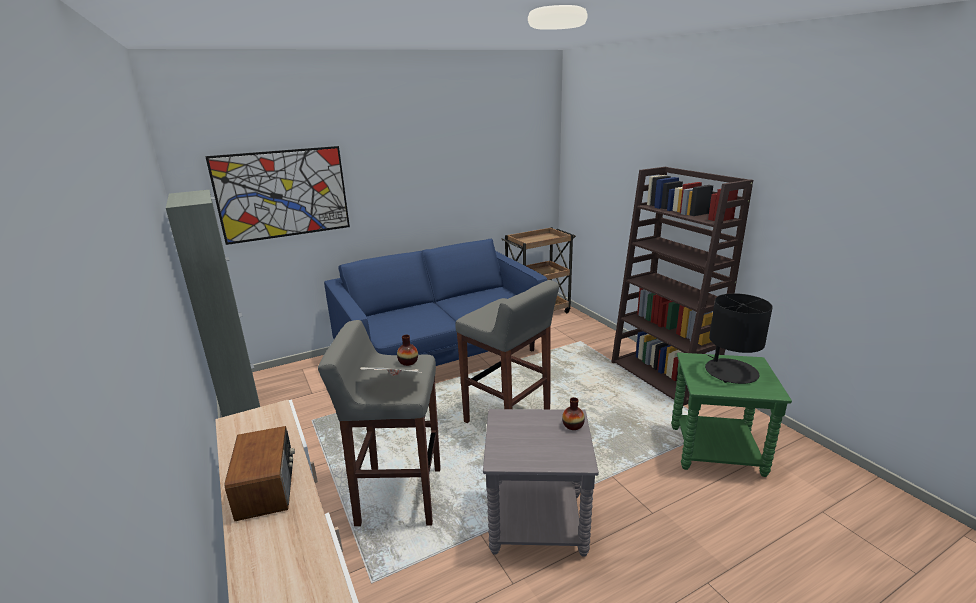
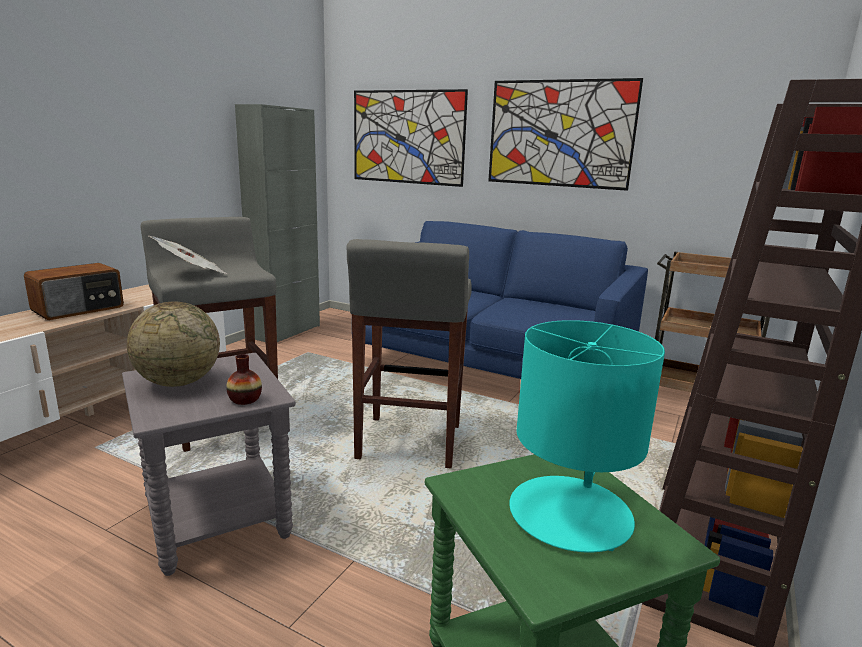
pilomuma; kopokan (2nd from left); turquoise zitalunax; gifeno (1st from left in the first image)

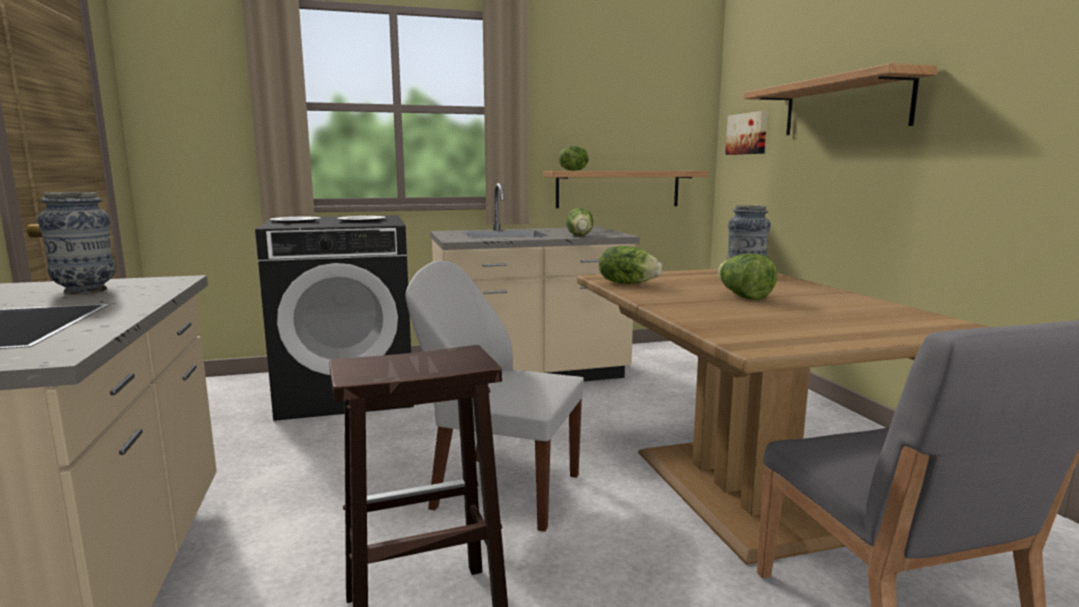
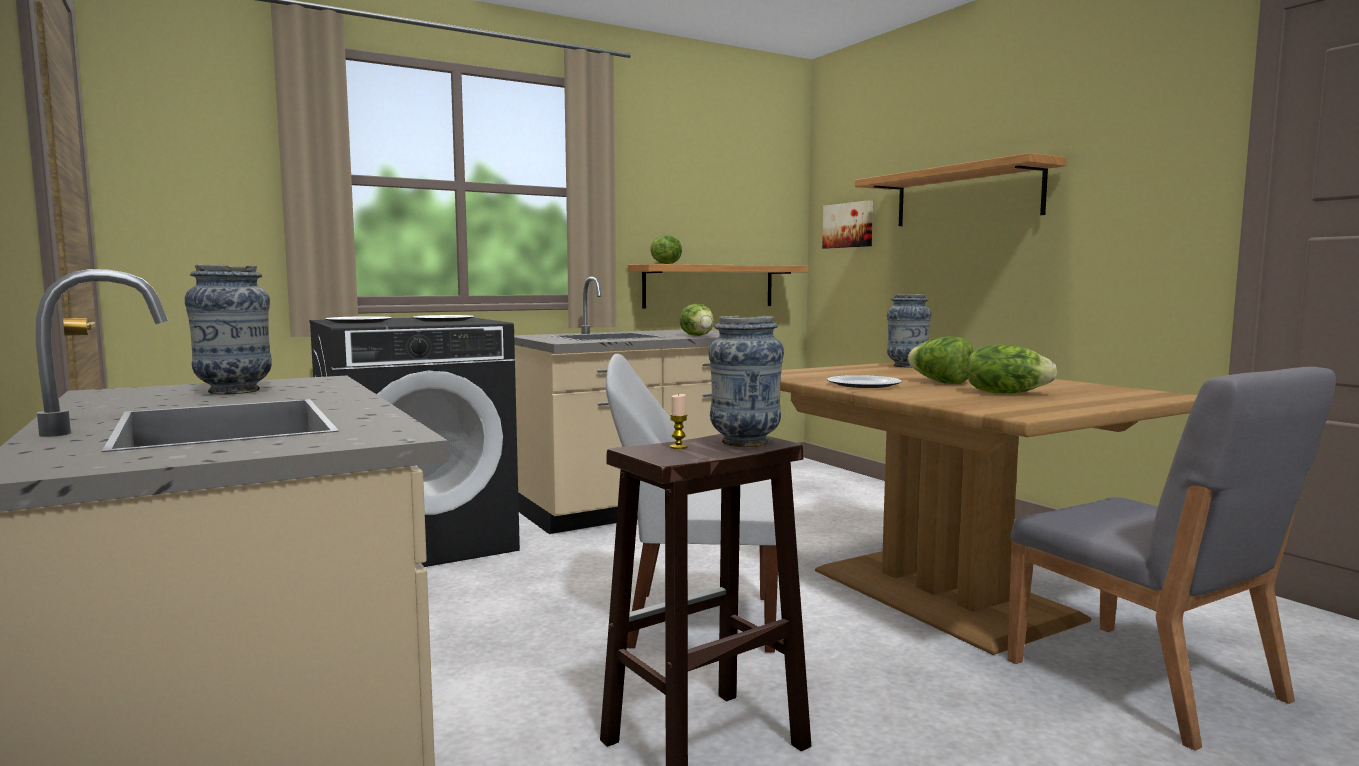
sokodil; gifeno (2nd from left); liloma (3rd from left); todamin (4th from left)

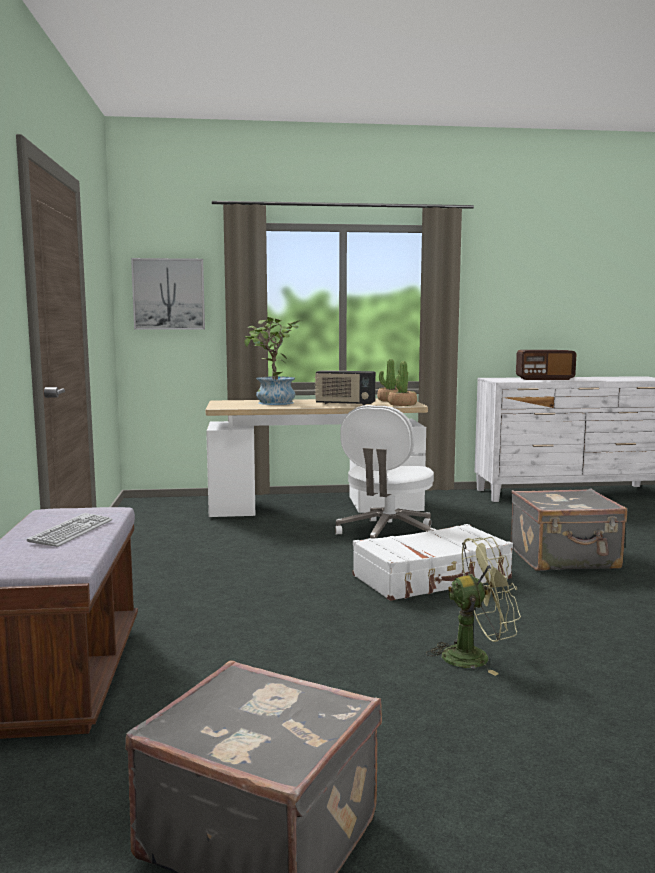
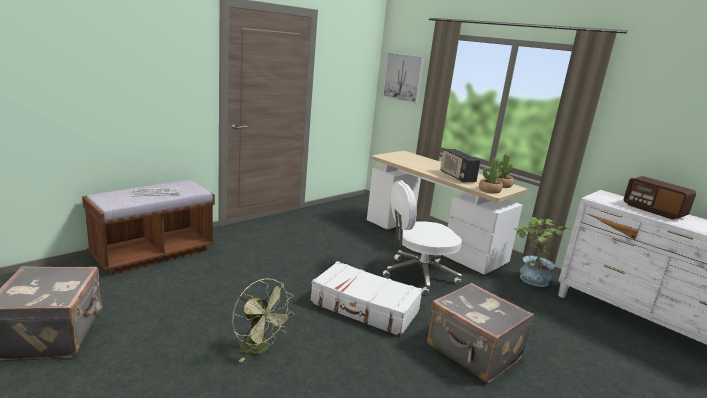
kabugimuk (3rd from left)

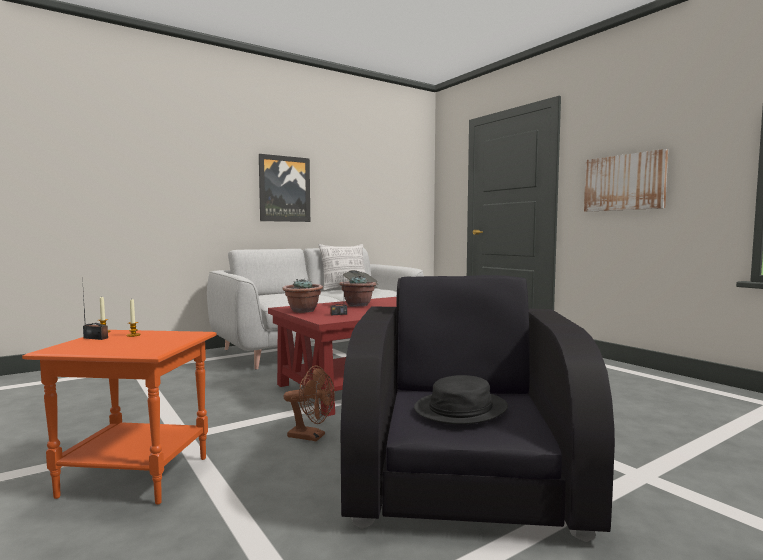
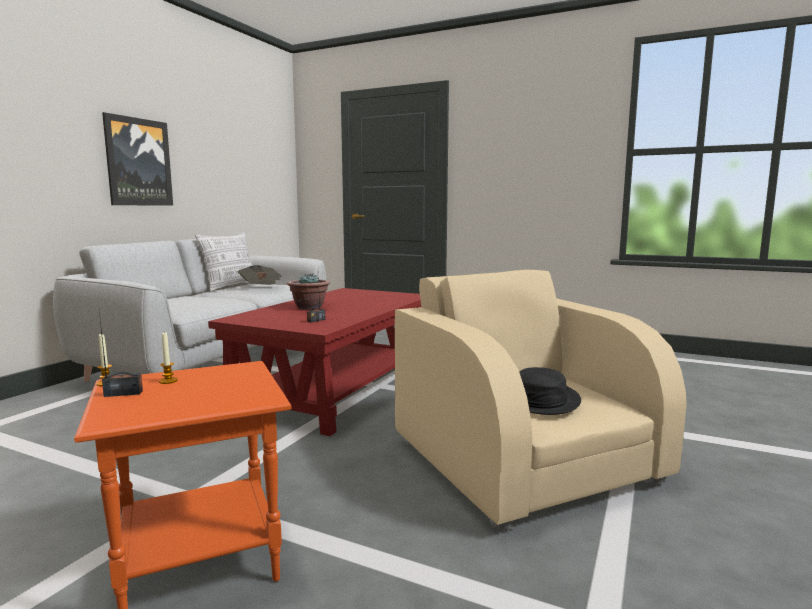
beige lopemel; kabugimuk (1st from left in the first image); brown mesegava; kopokan (2nd from left in the first image)

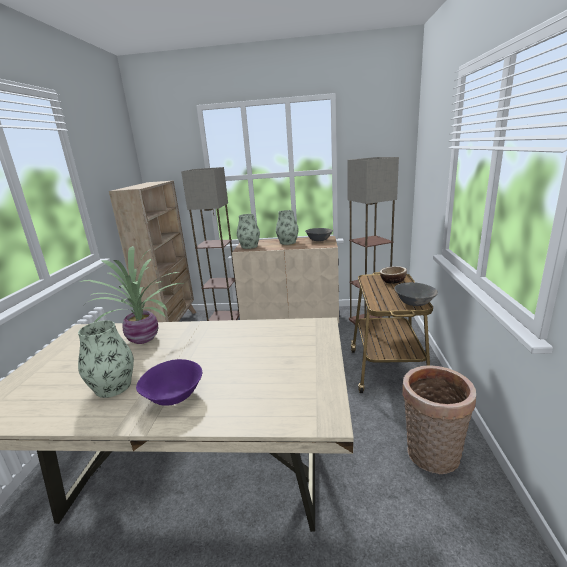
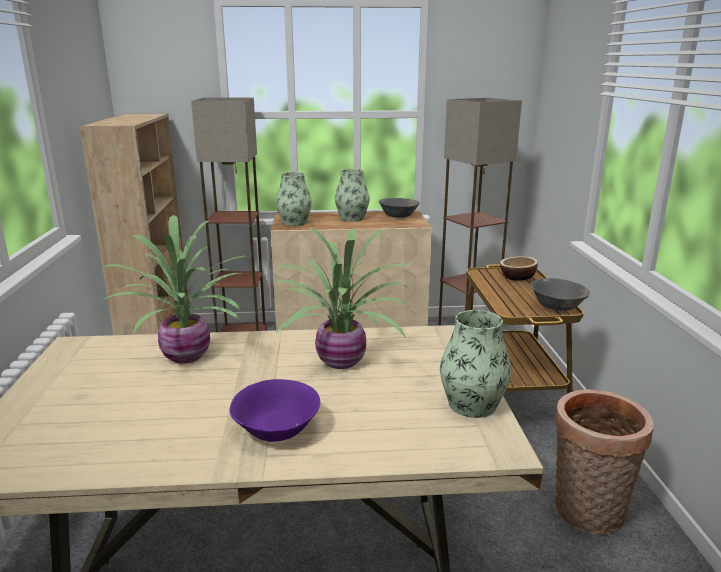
kabugimuk (2nd from left); gifeno (3rd from left)

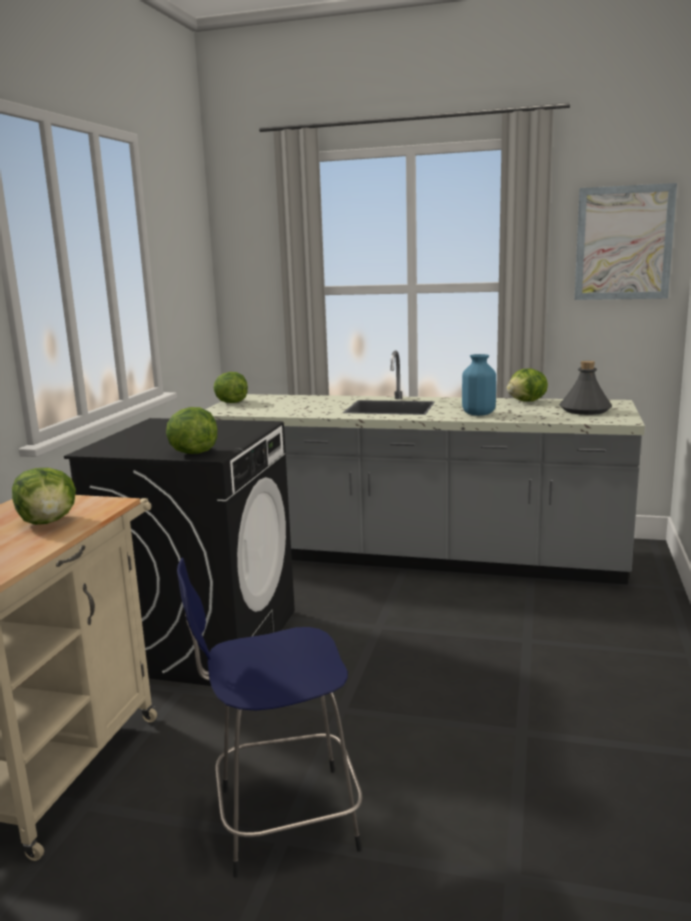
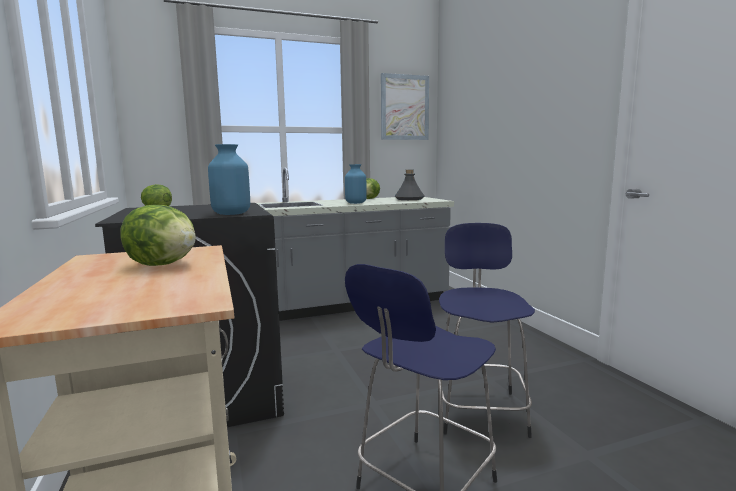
blue gifeno (1st from left); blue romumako (2nd from left)

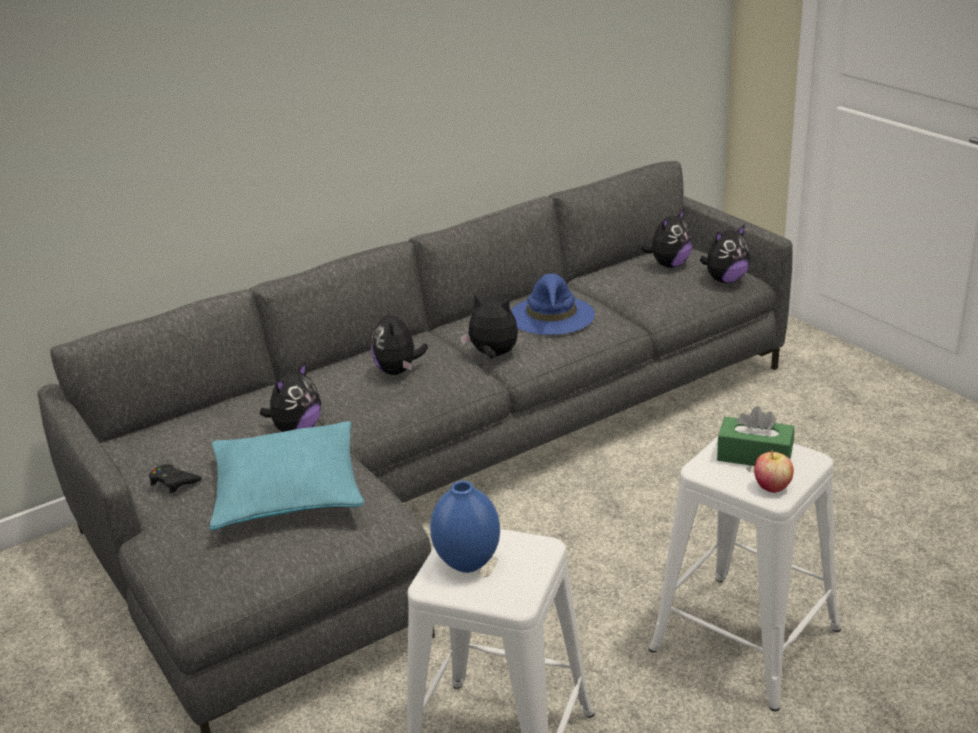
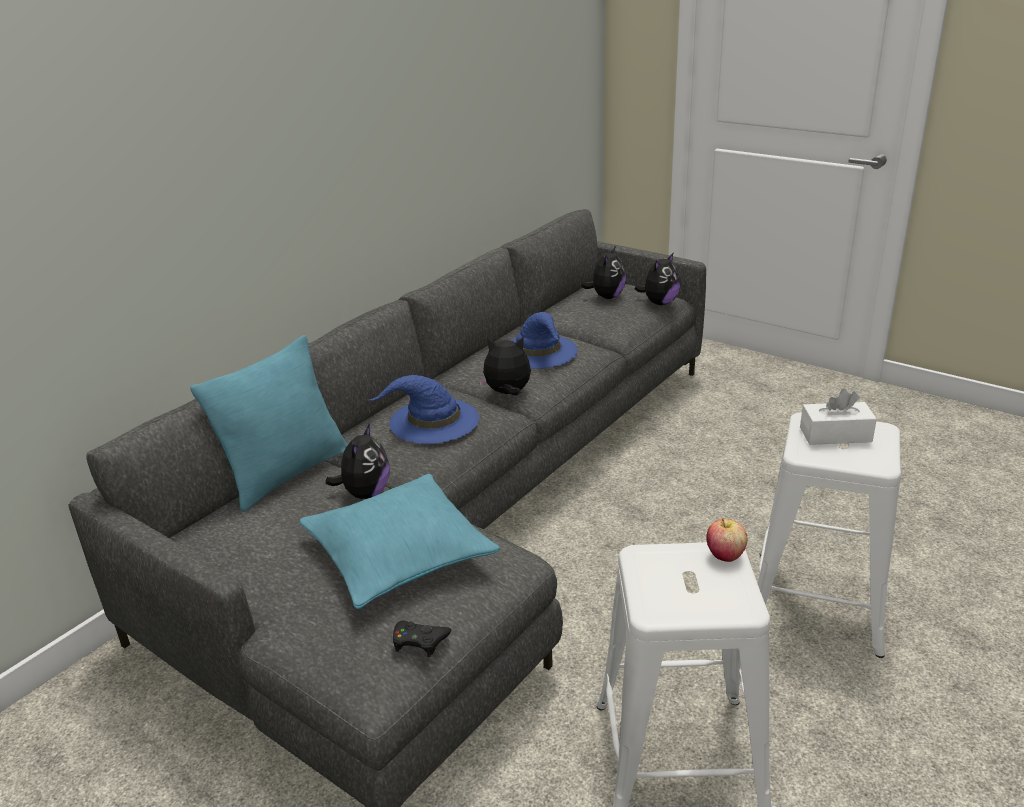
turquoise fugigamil (1st from left); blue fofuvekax (1st from left); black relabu; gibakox; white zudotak; blue gifeno

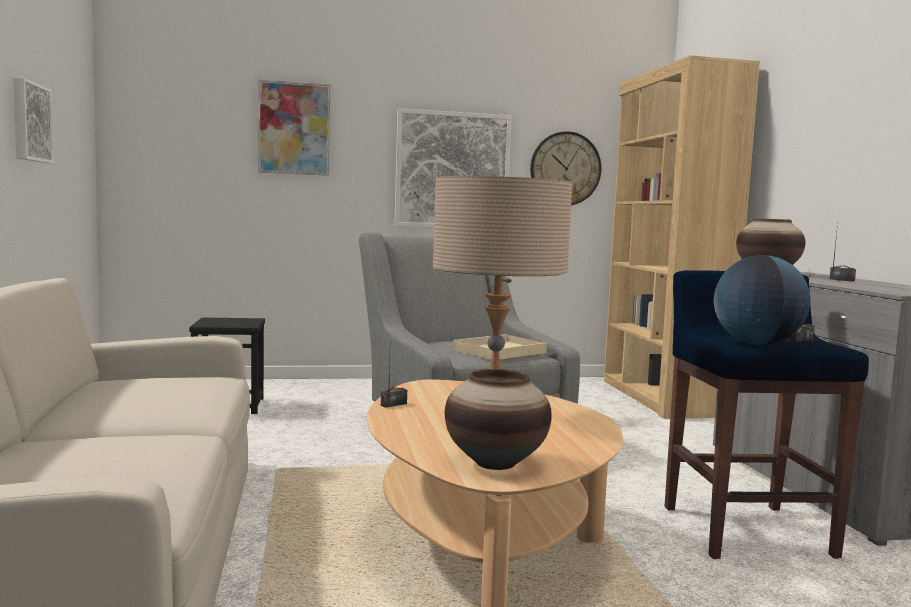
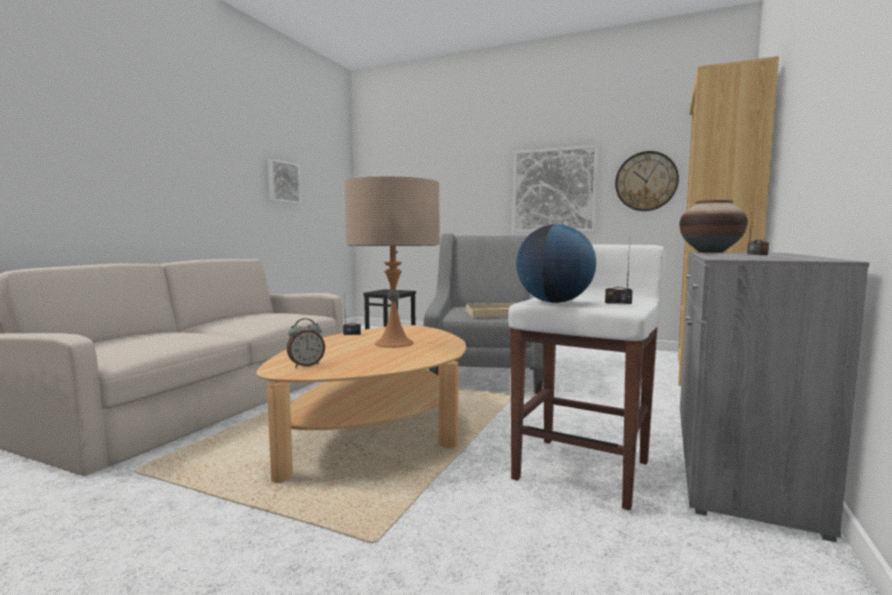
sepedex; white romumako; kopokan (2nd from left in the first image)

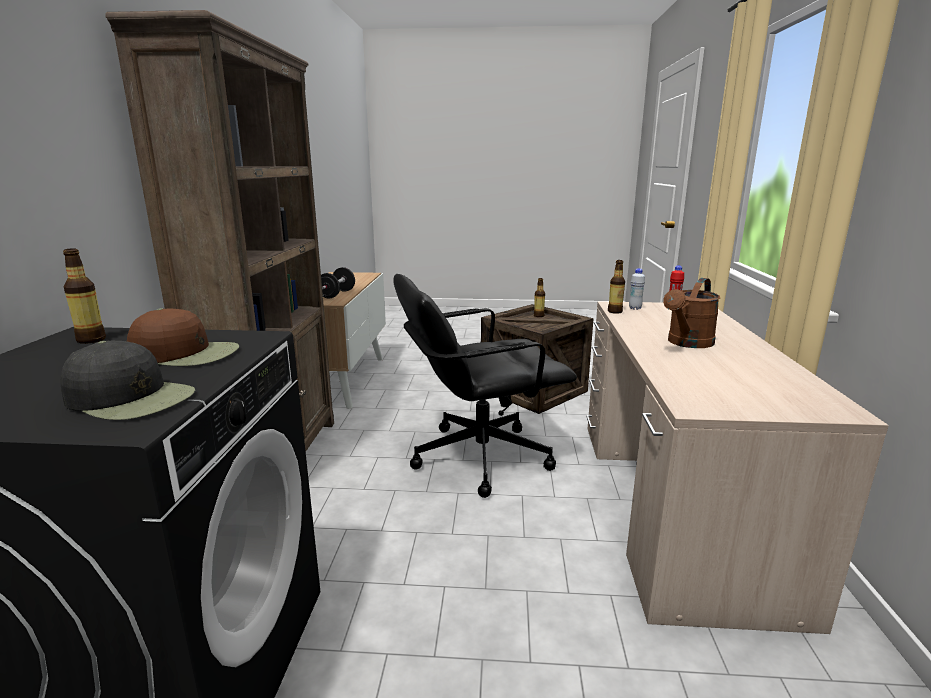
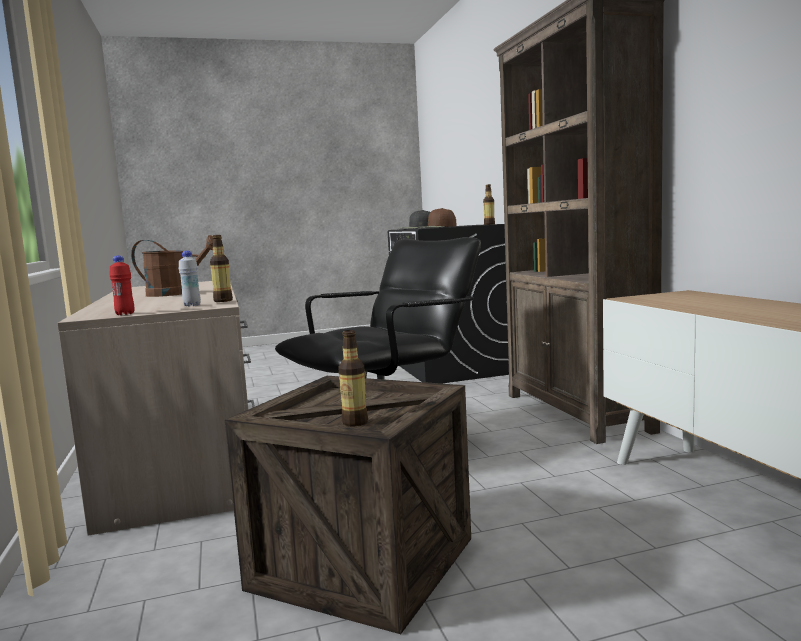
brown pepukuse; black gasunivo

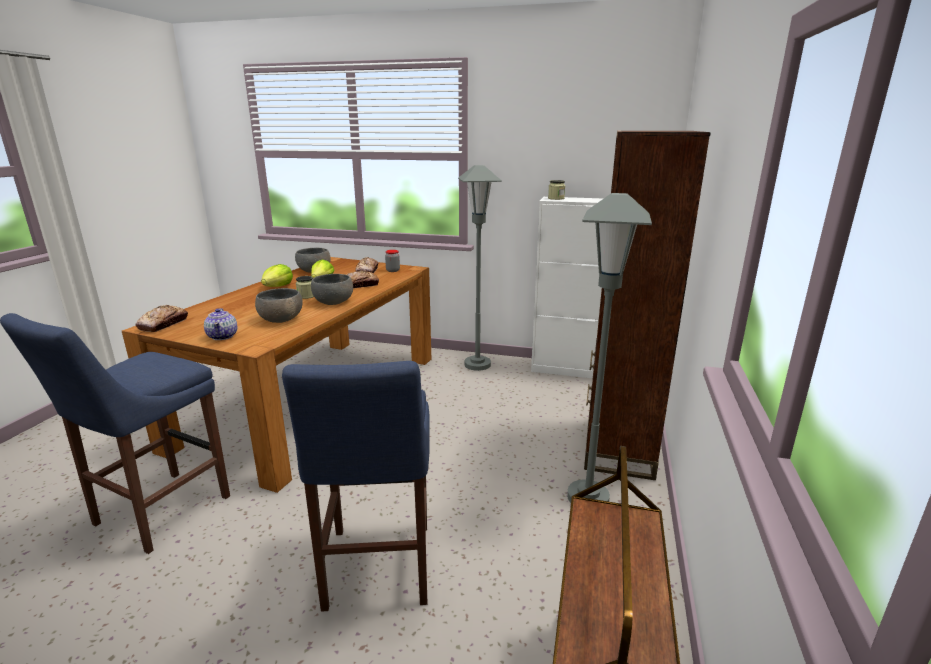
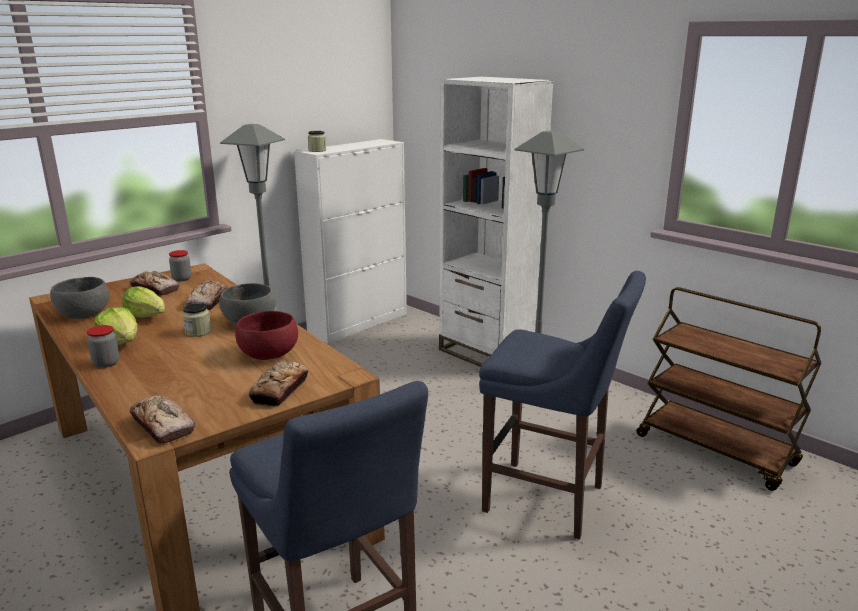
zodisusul (1st from left); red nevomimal; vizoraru (4th from left); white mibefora

